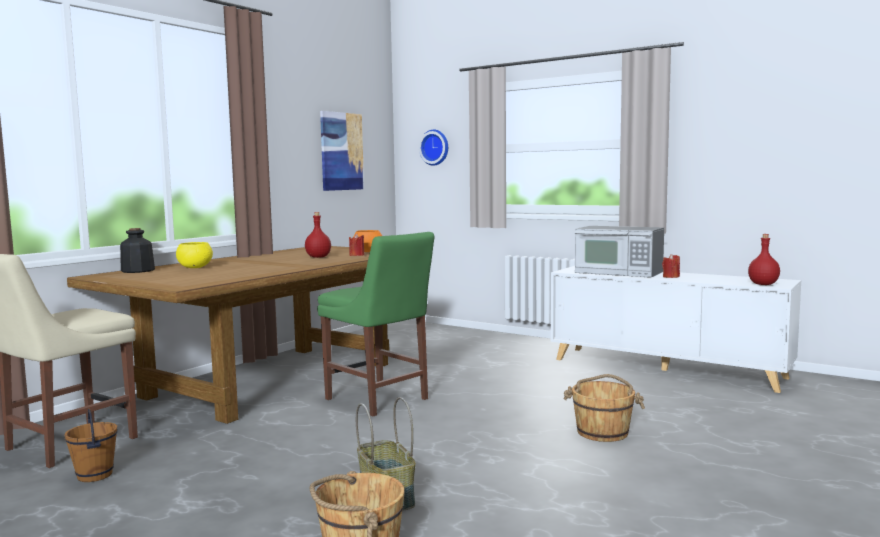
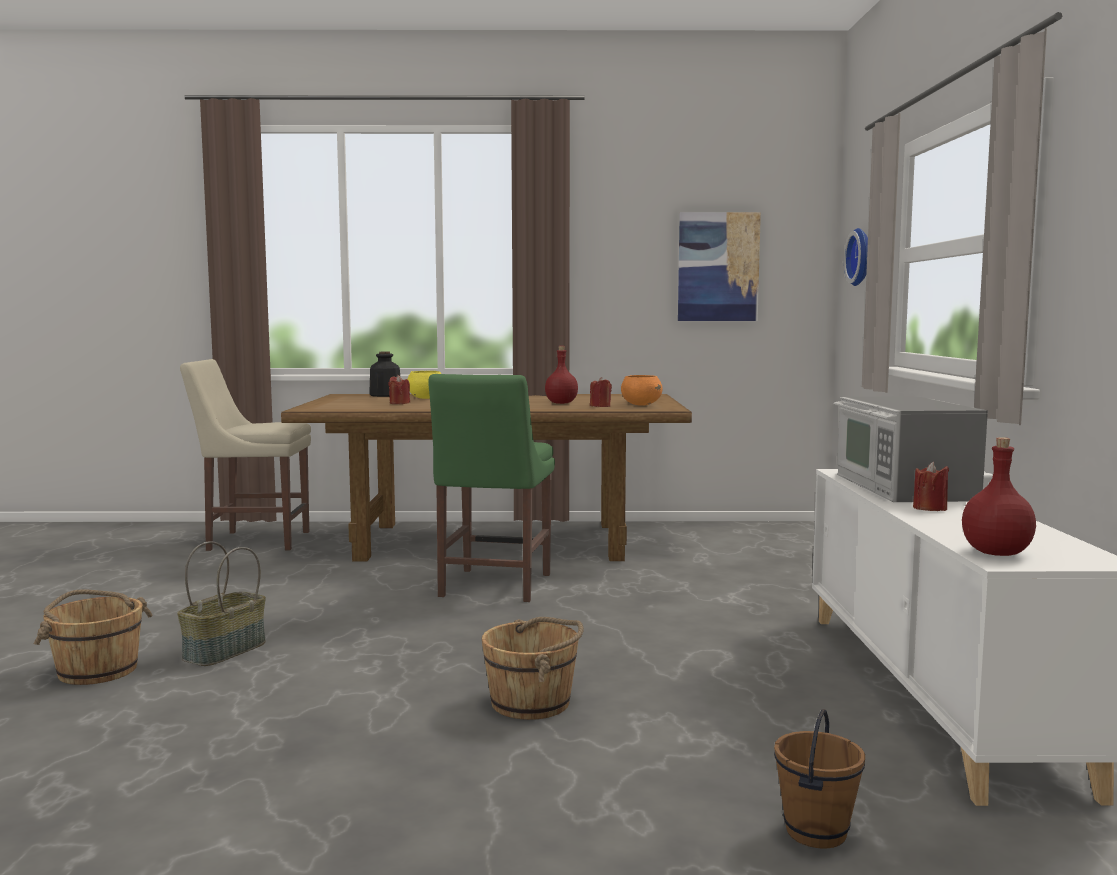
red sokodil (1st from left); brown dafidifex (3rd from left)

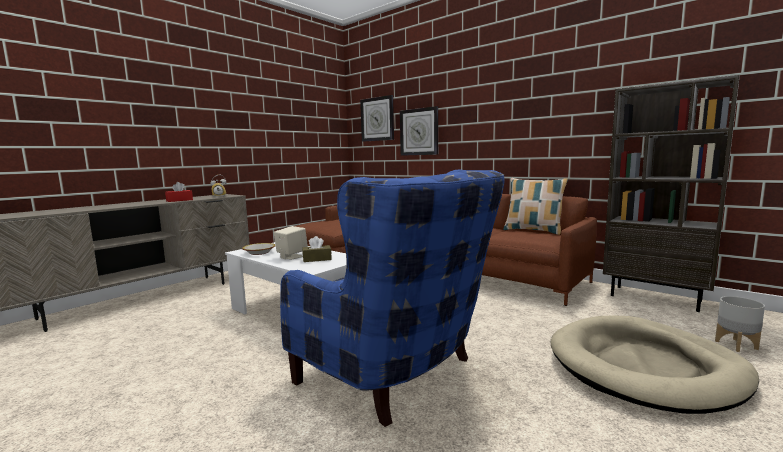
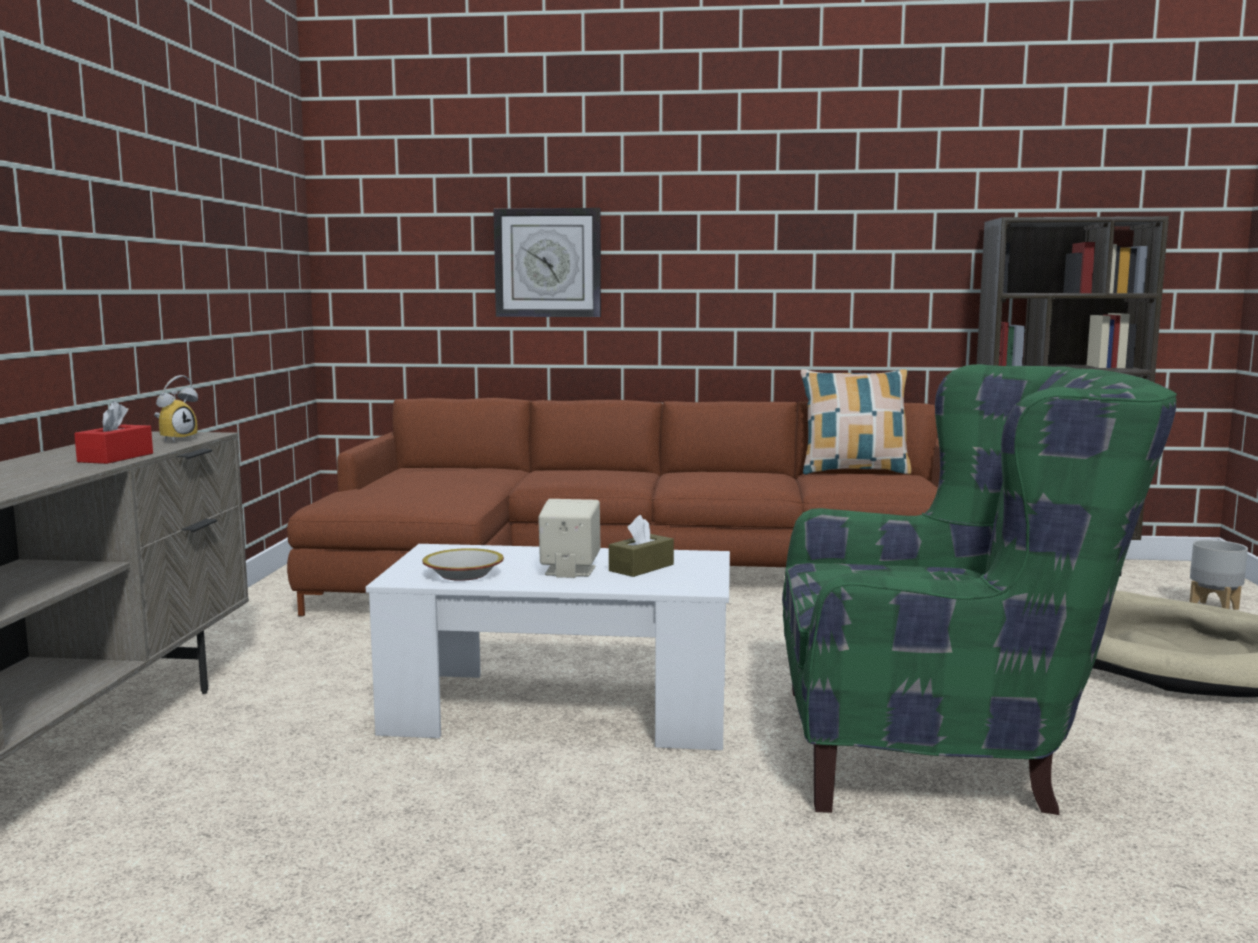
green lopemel; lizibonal (1st from left in the first image)

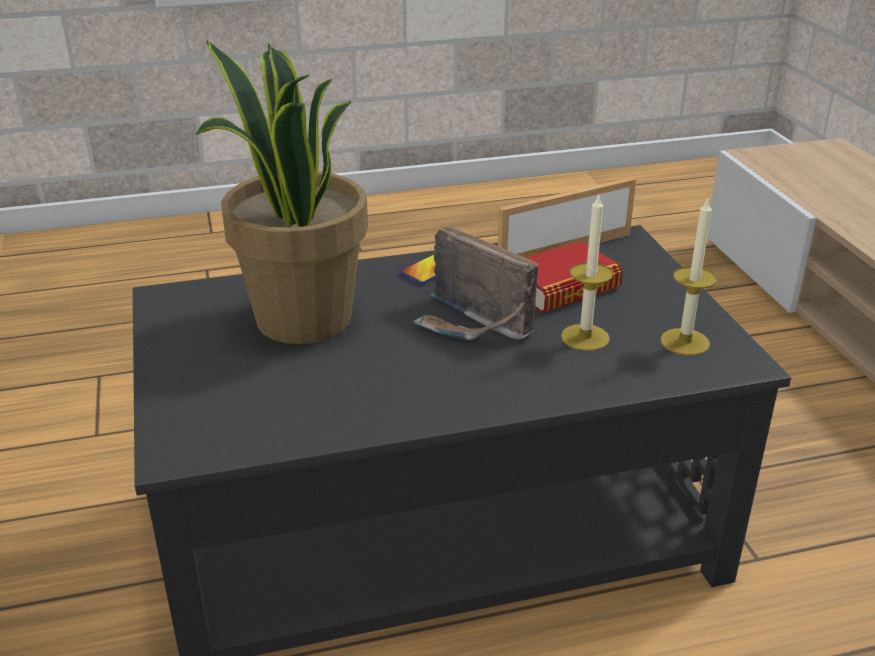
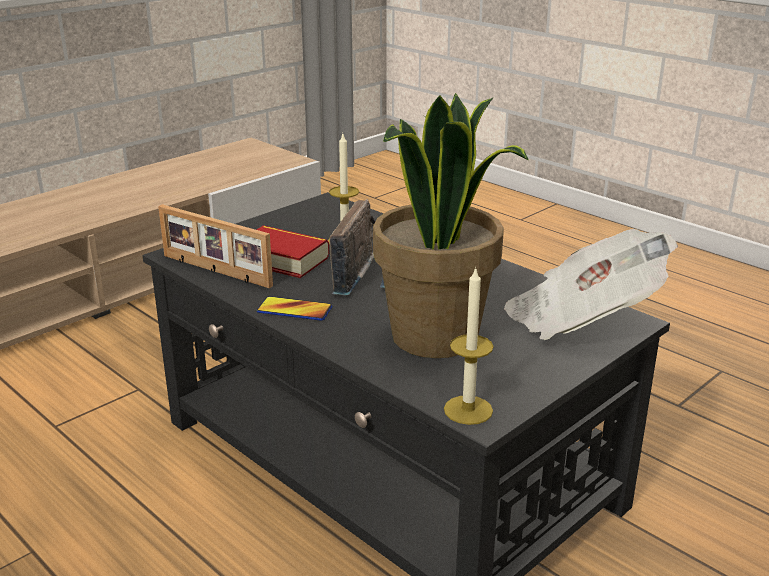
sokodil (2nd from left); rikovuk

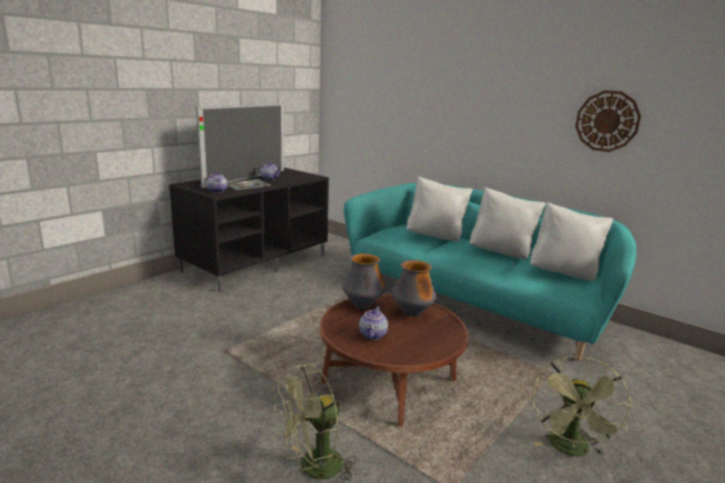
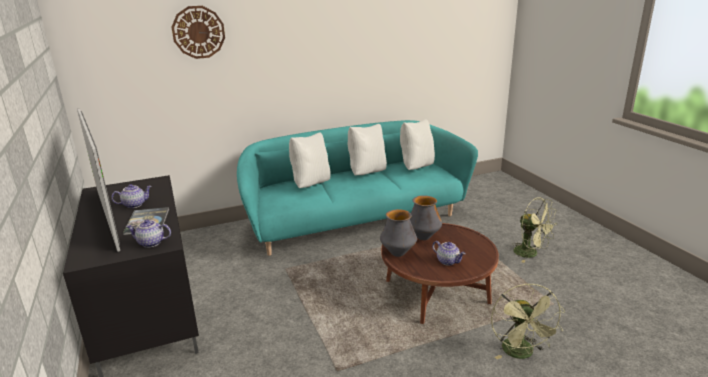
lizibonal

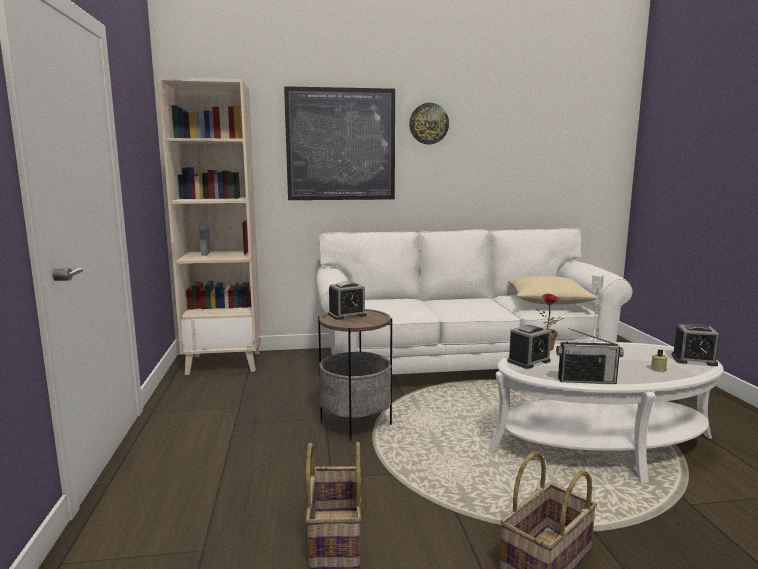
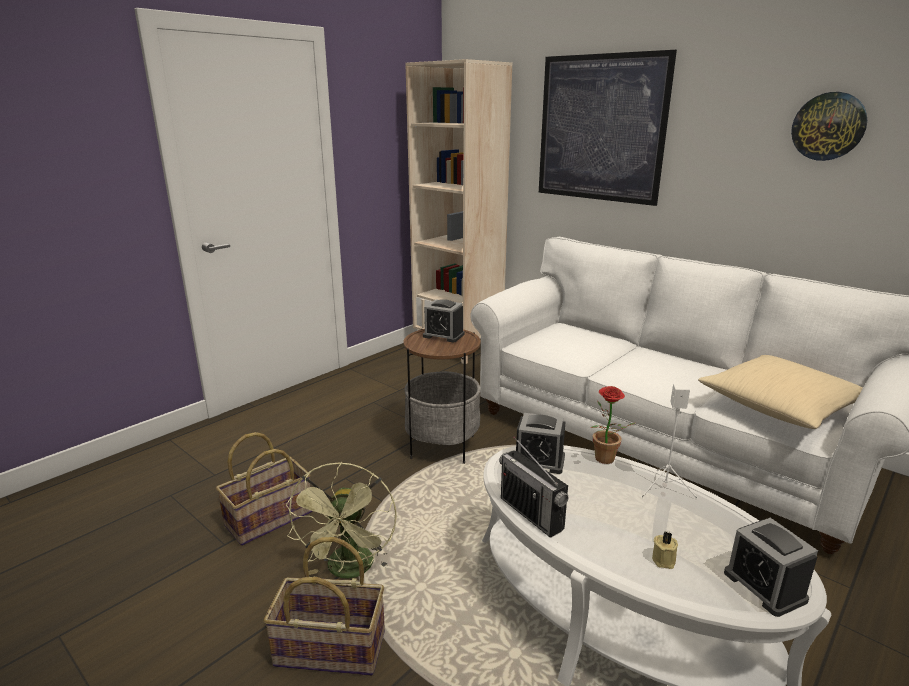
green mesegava; lizibonal

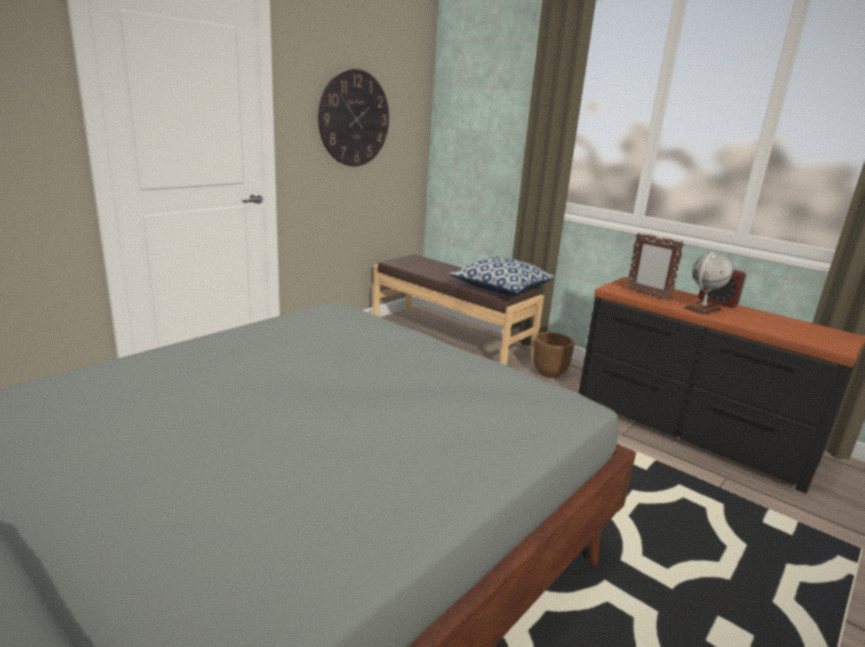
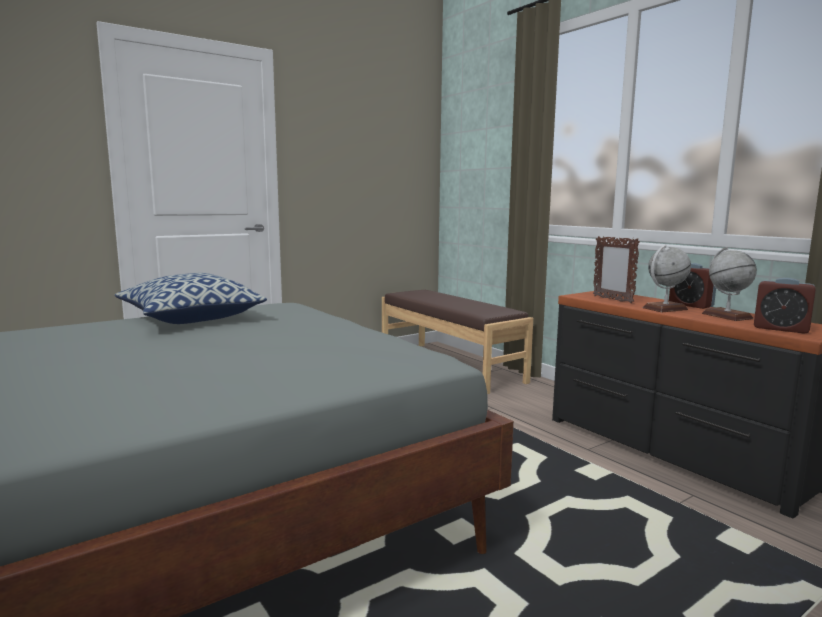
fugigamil; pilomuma (2nd from left); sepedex (2nd from left); lizibonal; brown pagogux

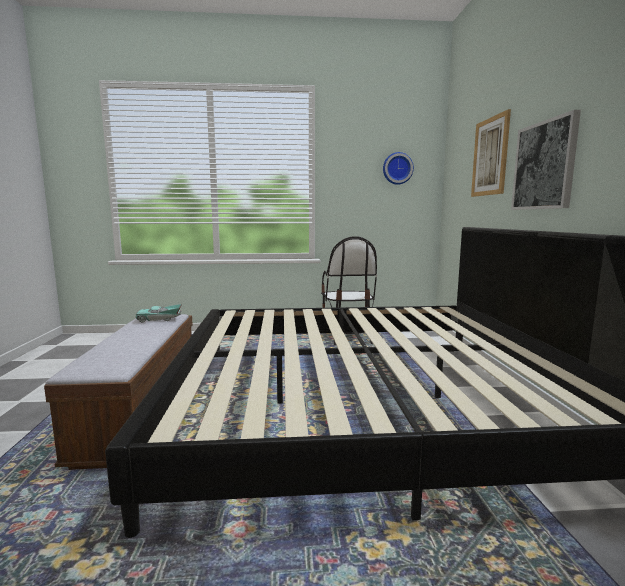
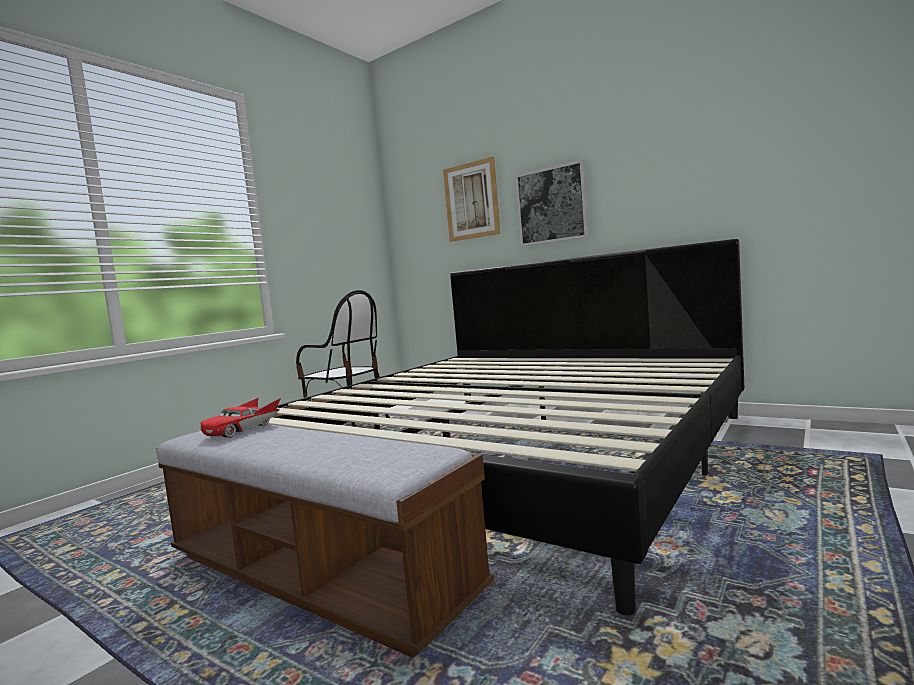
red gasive; lizibonal

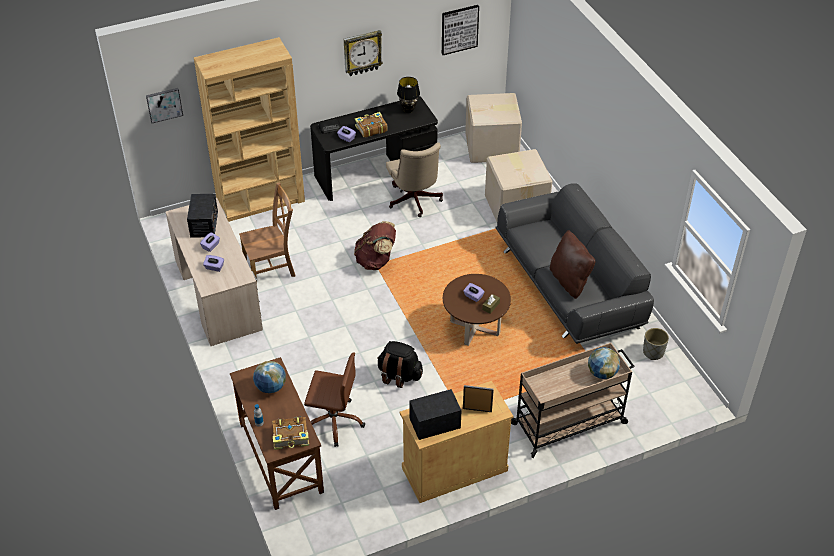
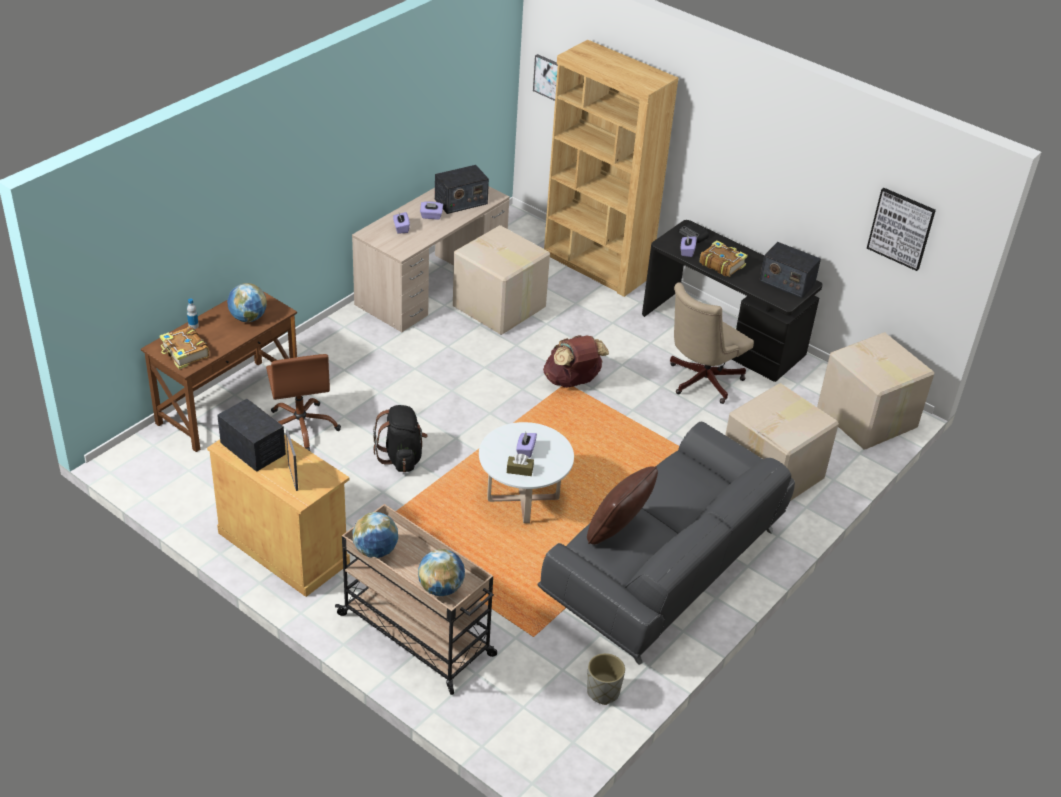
pilomuma (2nd from left); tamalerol (1st from left); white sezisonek; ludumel (4th from left); lizibonal

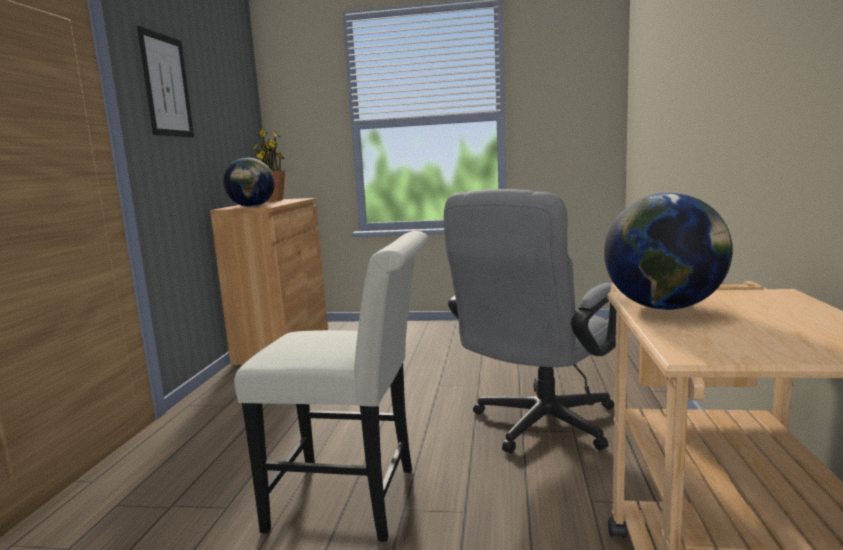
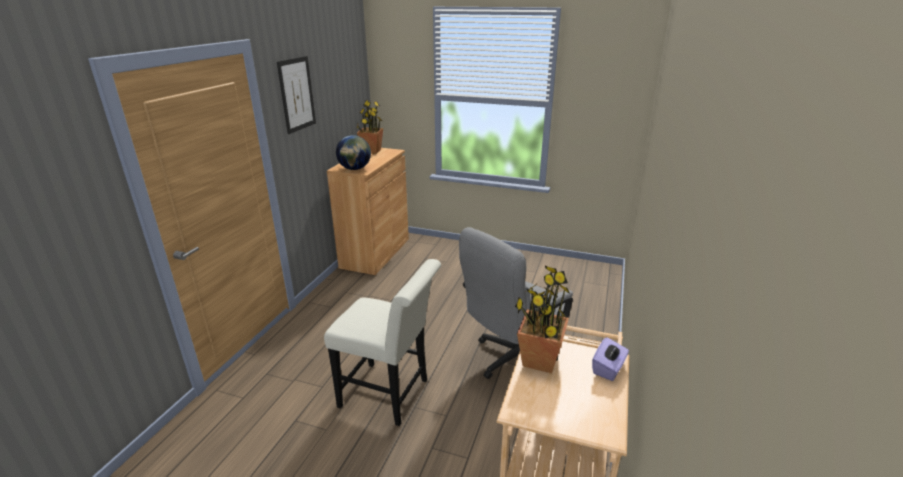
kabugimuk (2nd from left); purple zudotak

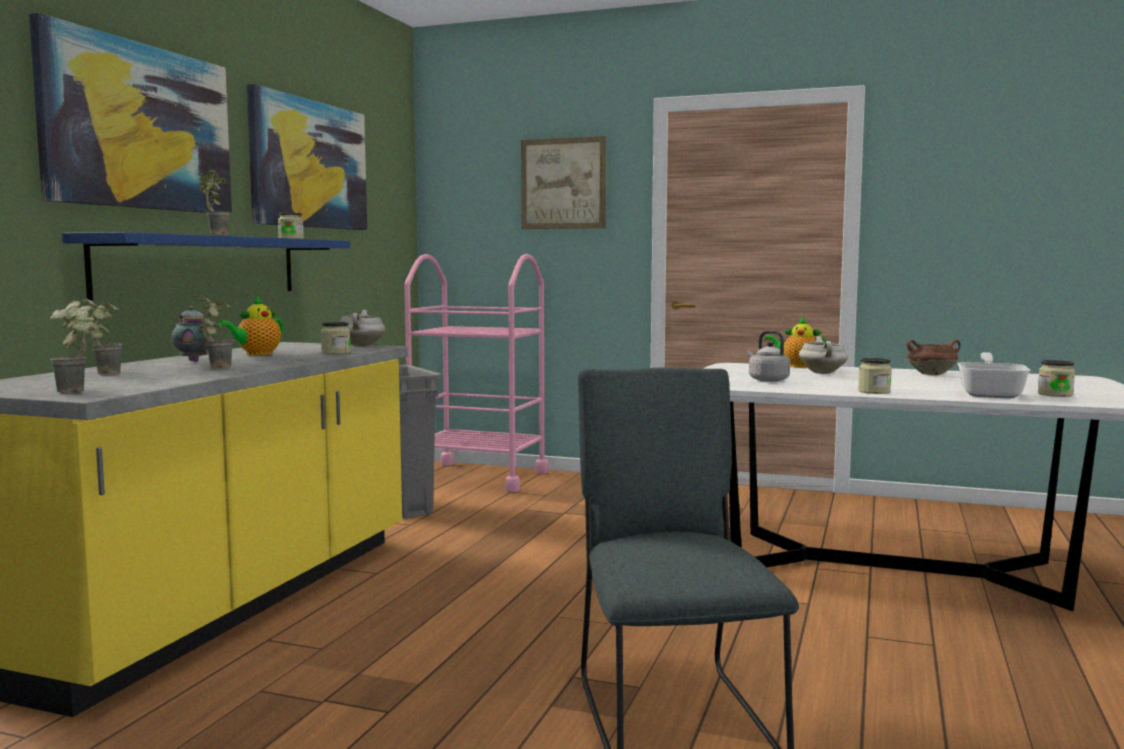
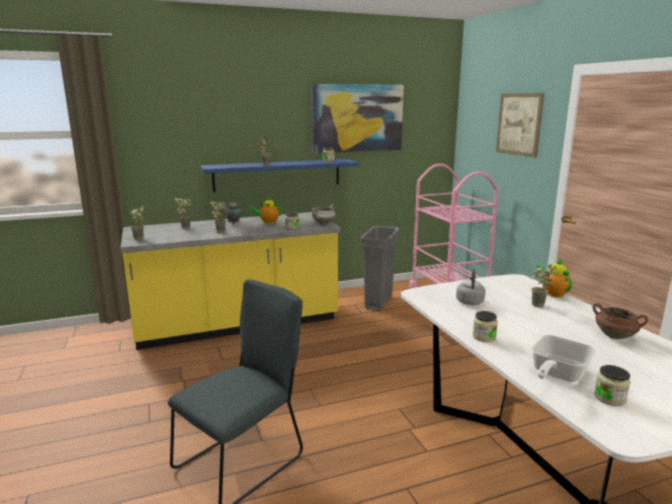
kabugimuk (5th from left); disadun; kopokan (1st from left in the first image)

